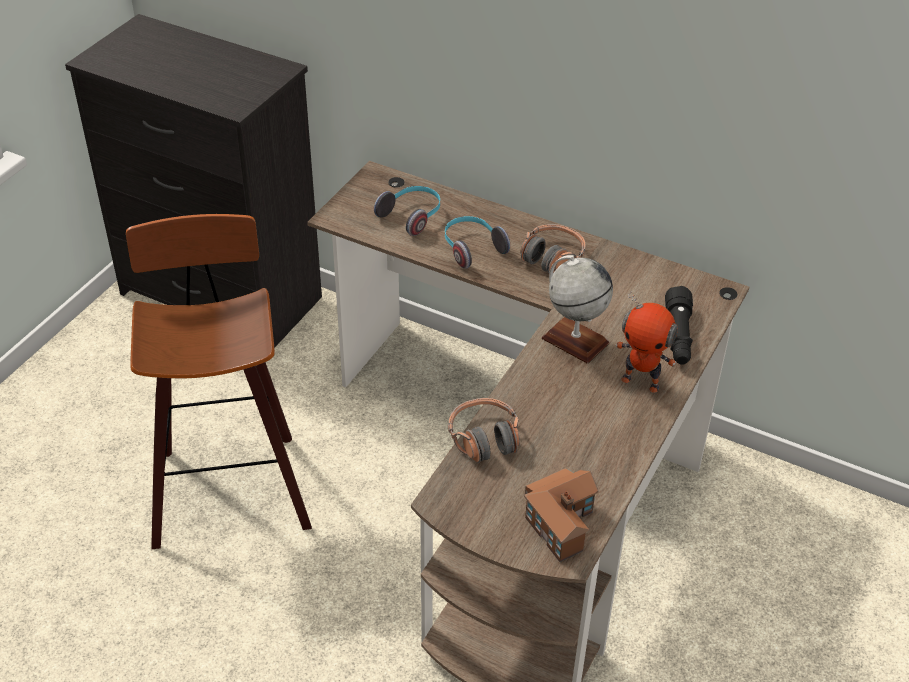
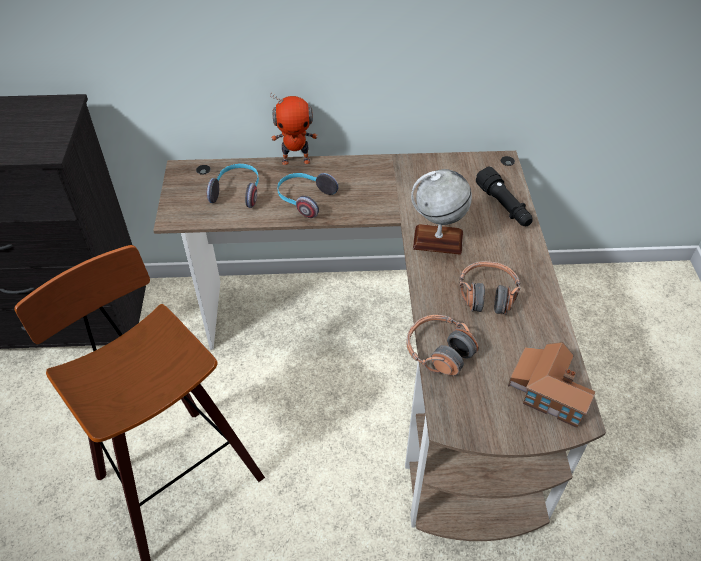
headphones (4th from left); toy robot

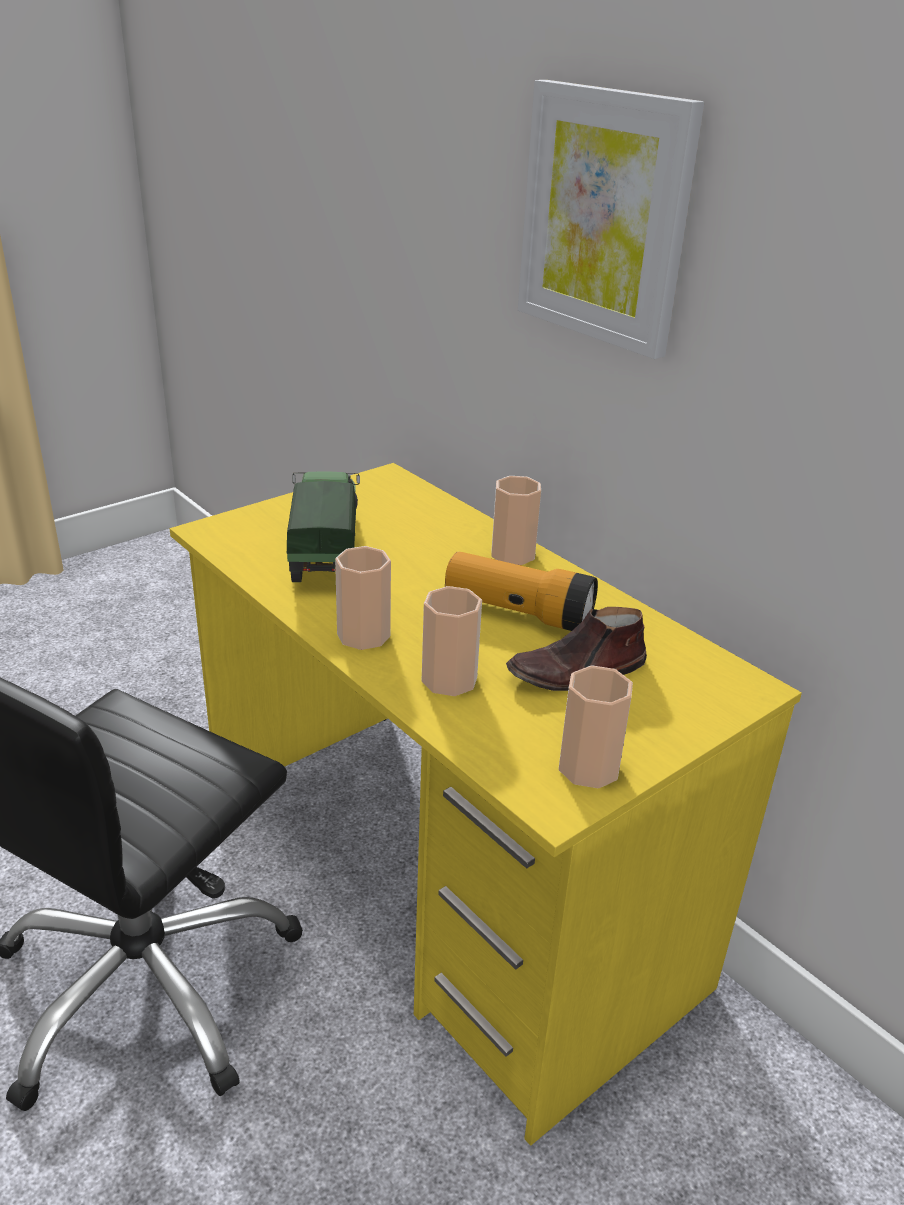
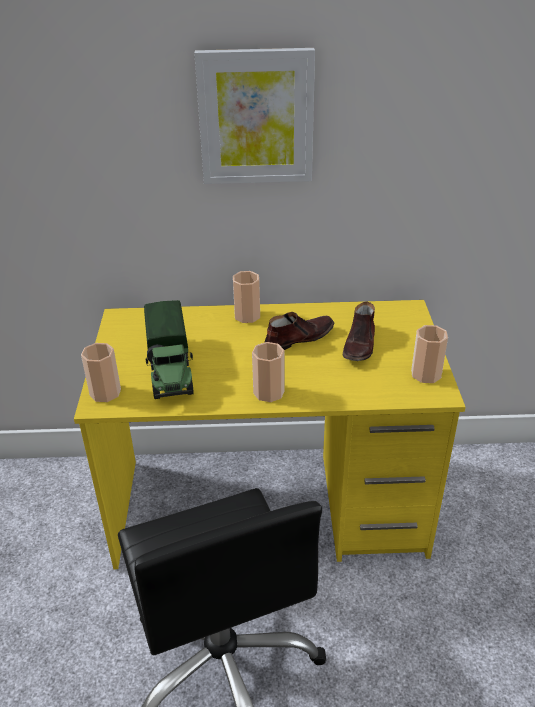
cup (1st from left); shoe (brown) (1st from left); toy truck

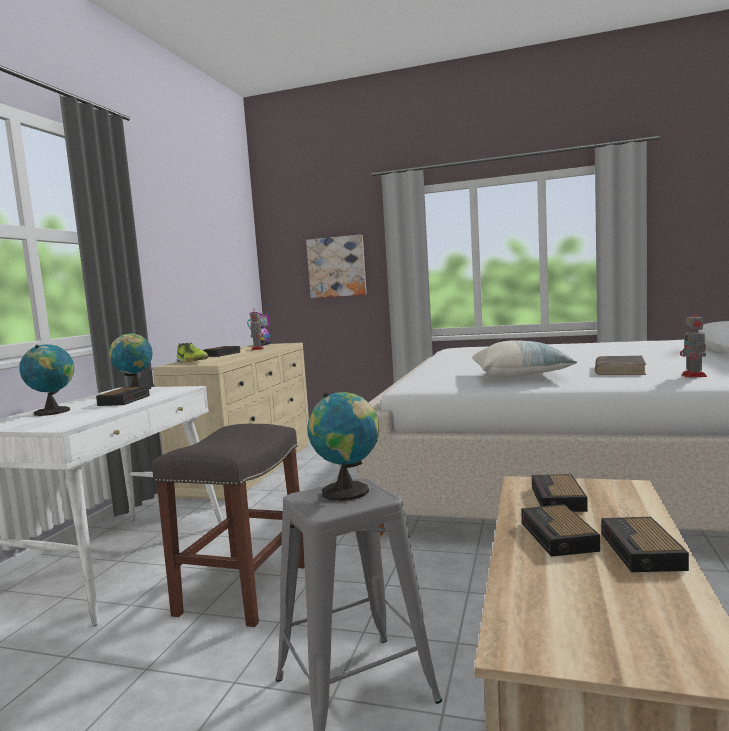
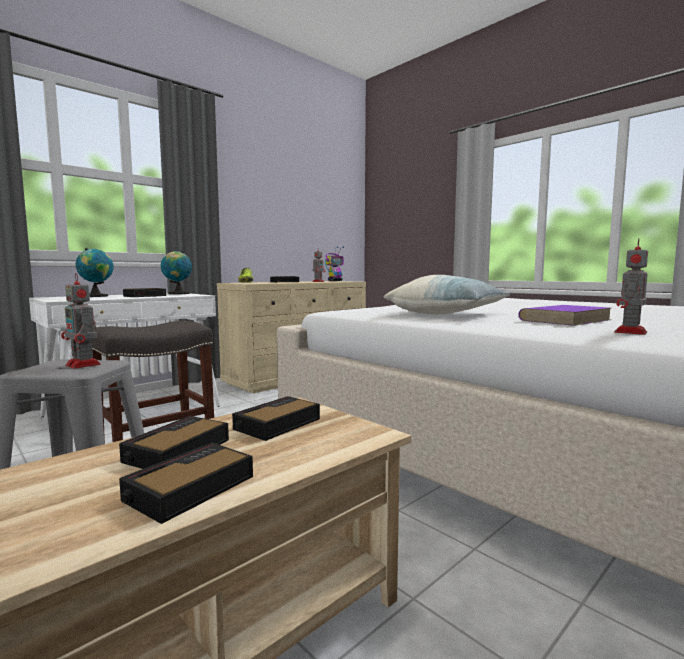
picture; toy robot (1st from left); book (purple)

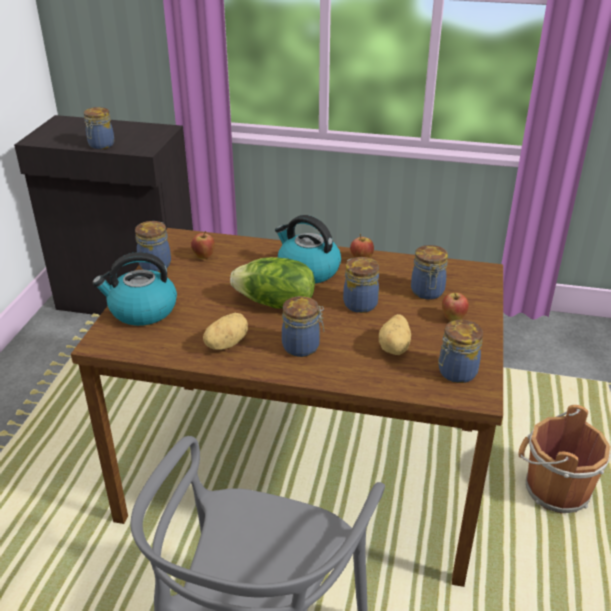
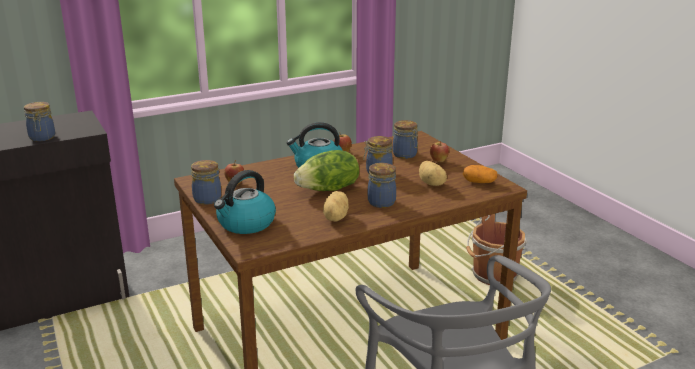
potato (3rd from left)

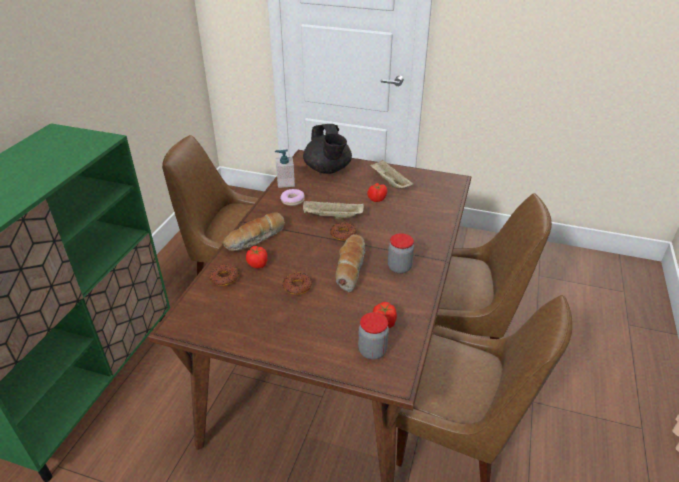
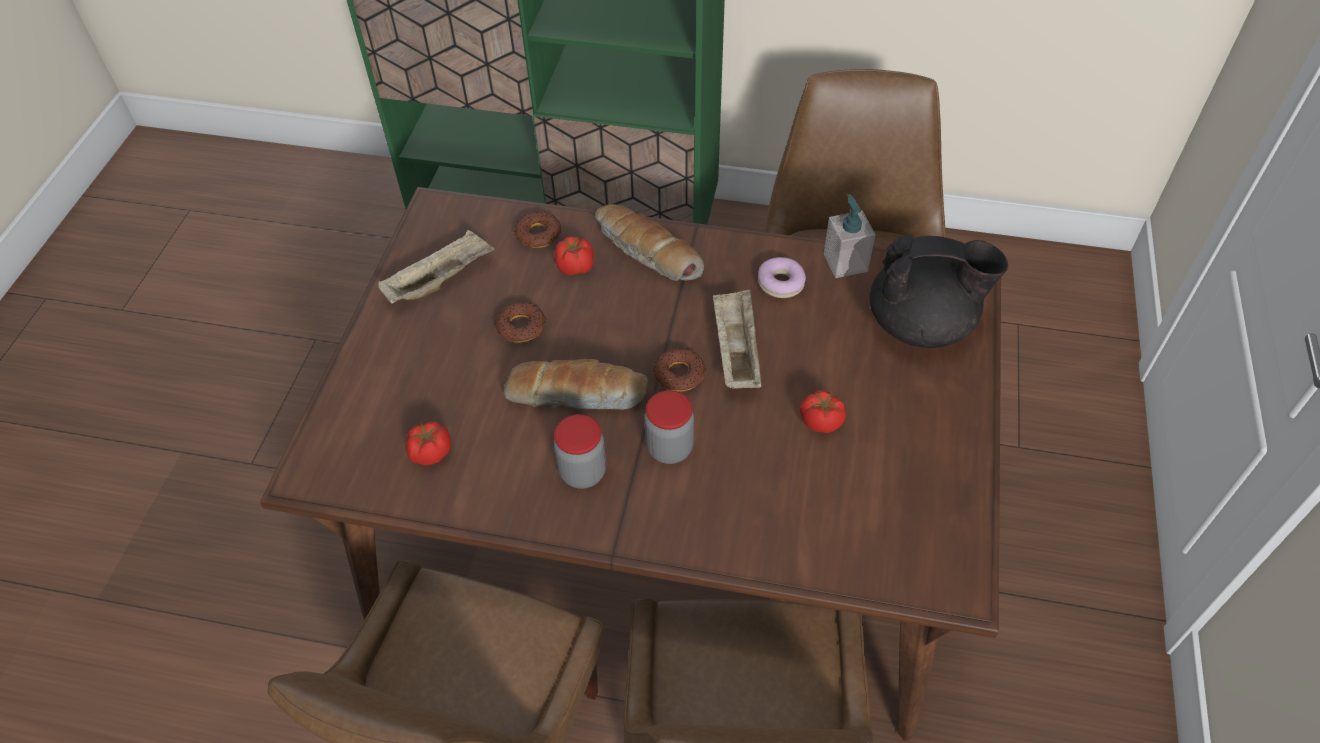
jar (2nd from left); tray (beige) (1st from left); teapot (black)

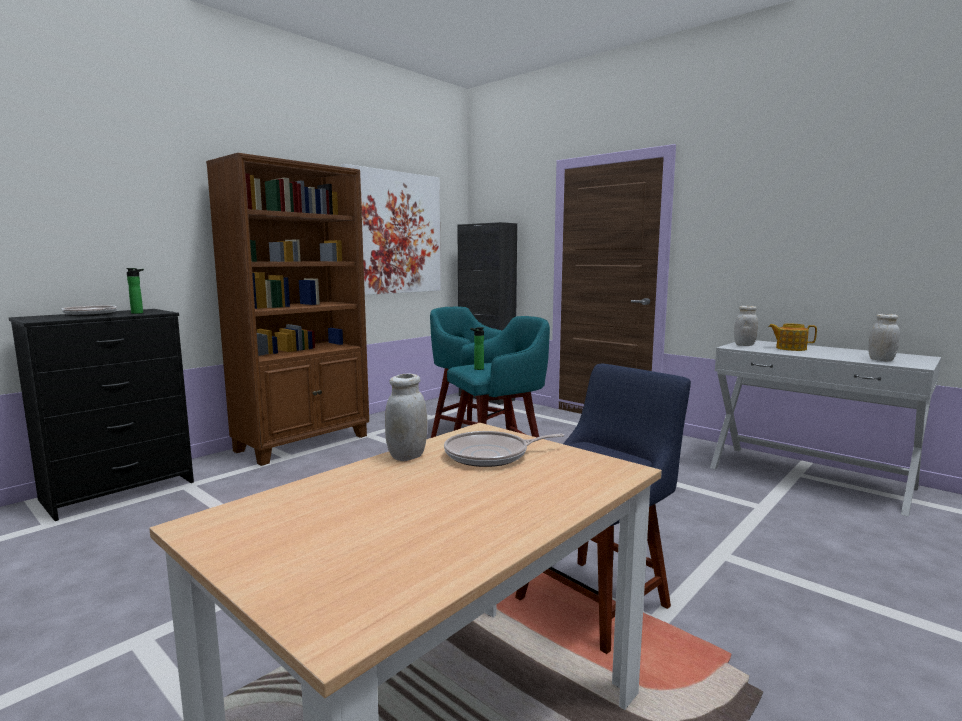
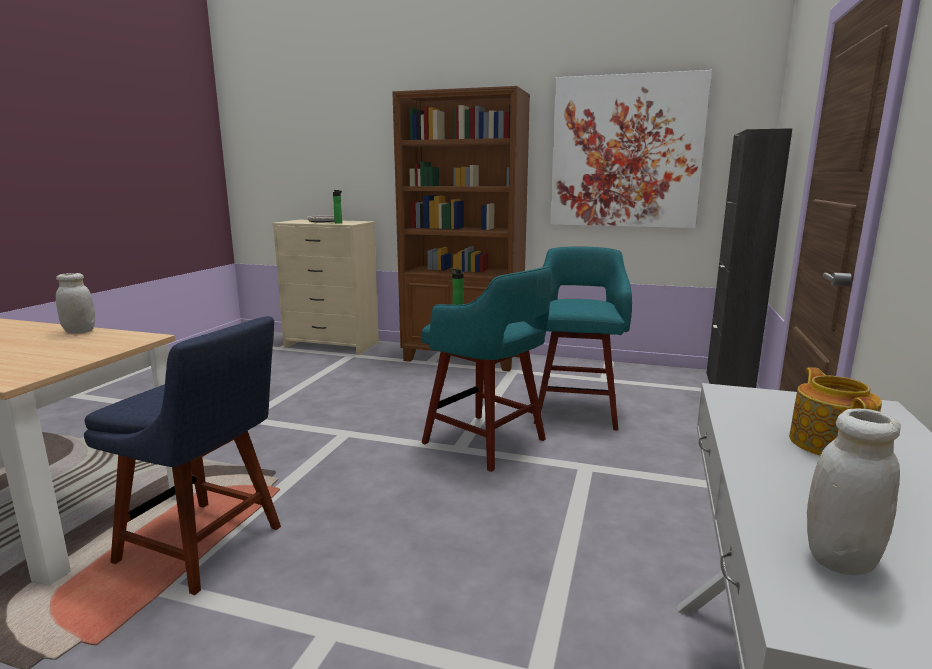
frying pan (2nd from left in the first image); jar (white) (2nd from left in the first image); dresser (beige)

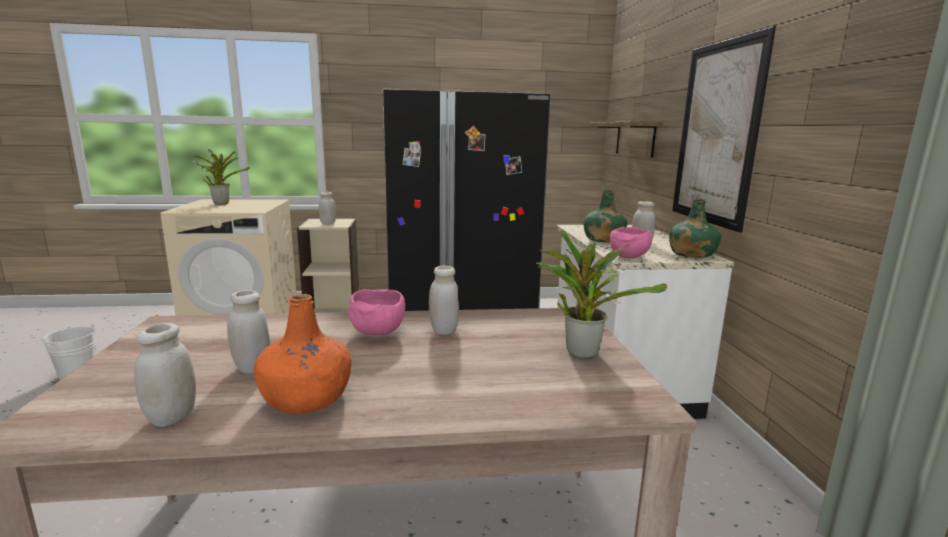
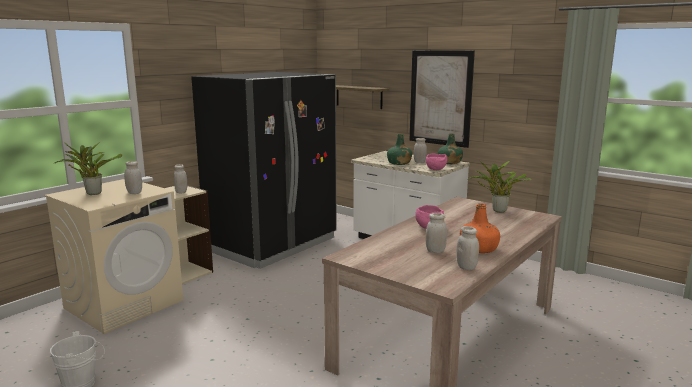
jar (white) (1st from left)

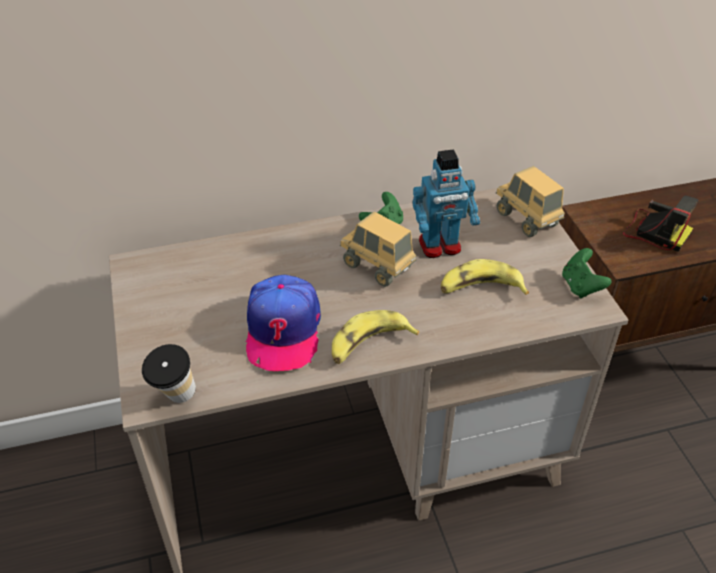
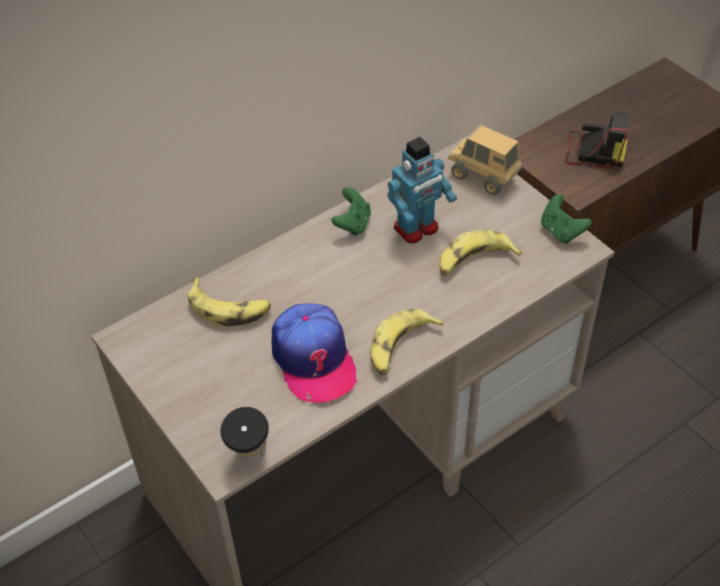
toy truck (1st from left in the first image); banana (1st from left)

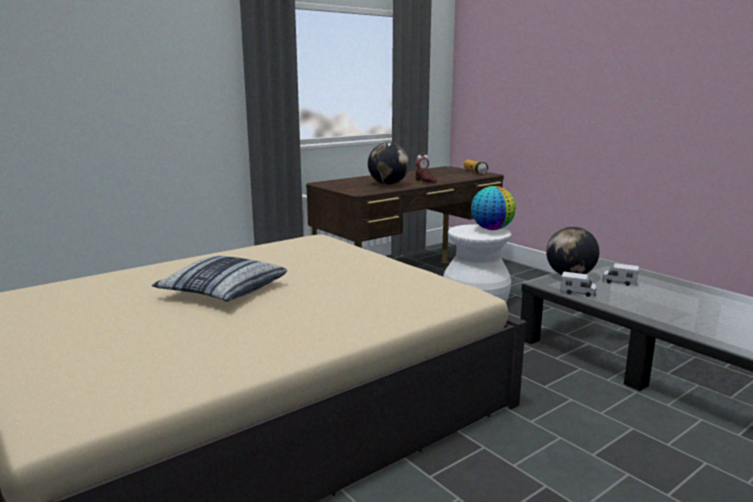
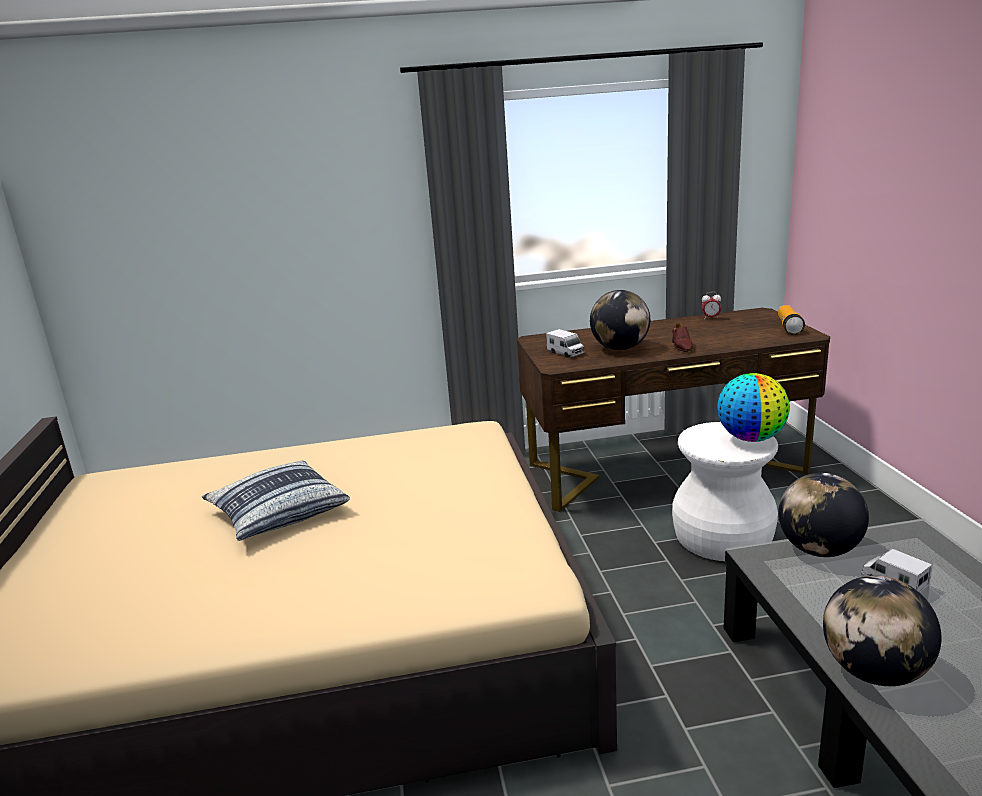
globe (4th from left); toy truck (1st from left)

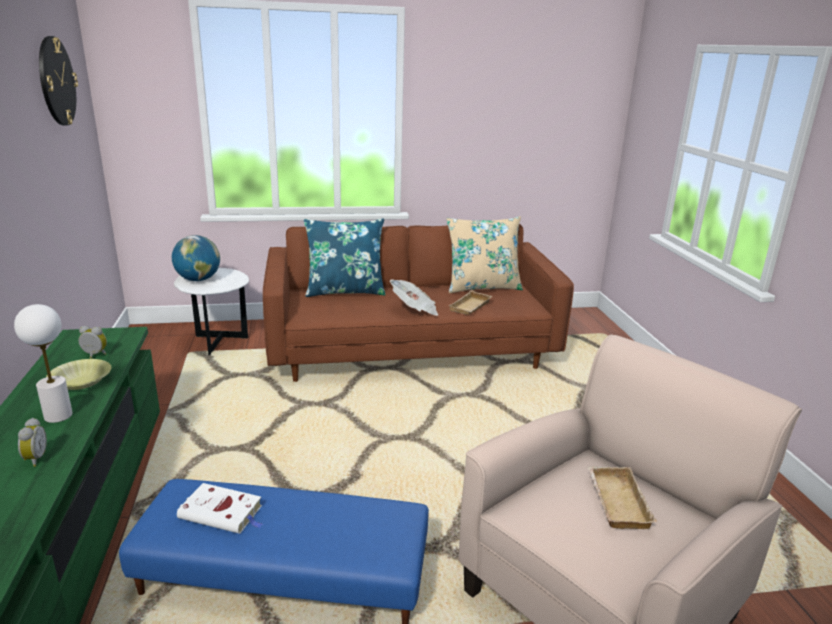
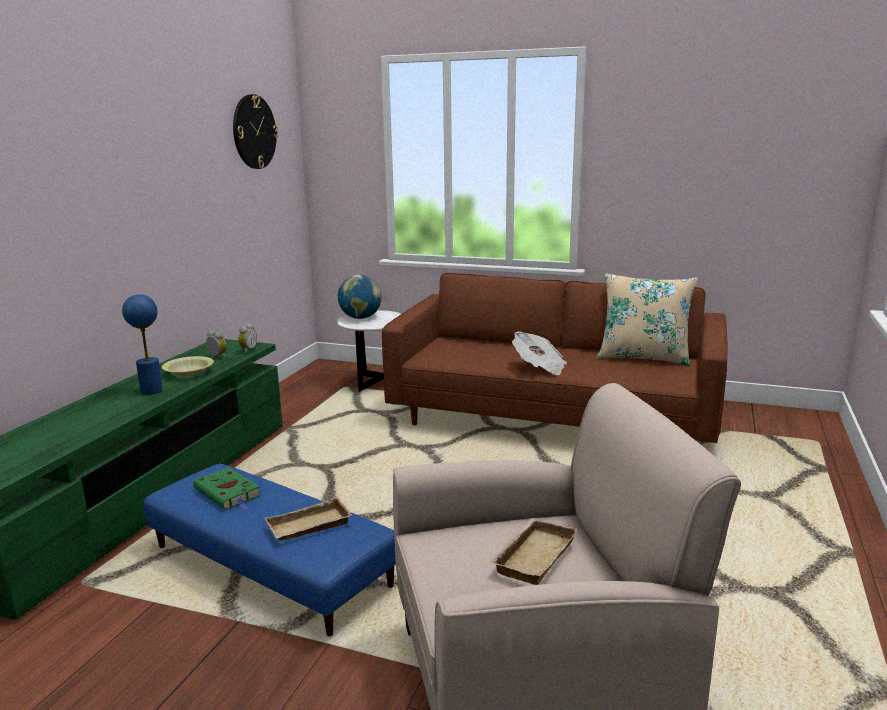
pillow (blue); alarm clock (2nd from left); tray (beige) (1st from left); table lamp (blue); book (green)

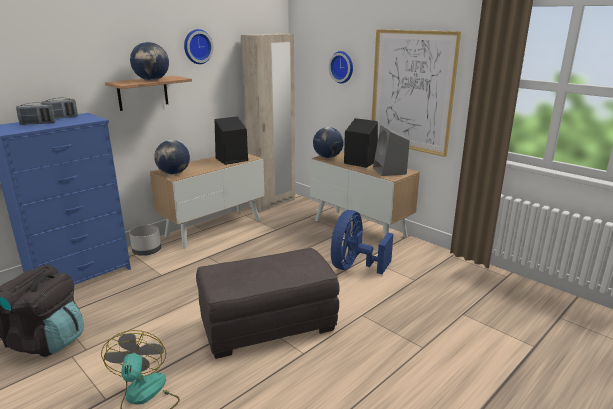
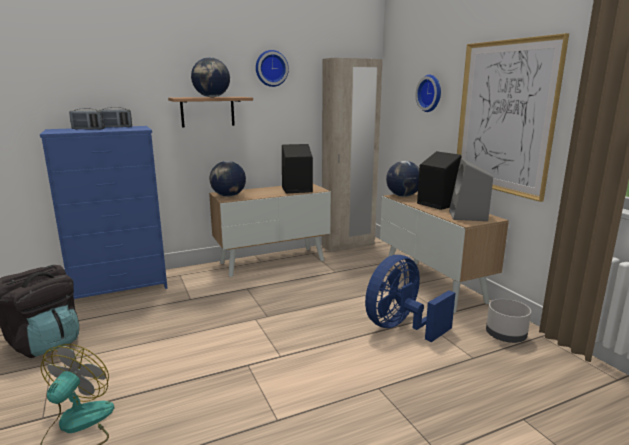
ottoman (grey); planter (grey)

